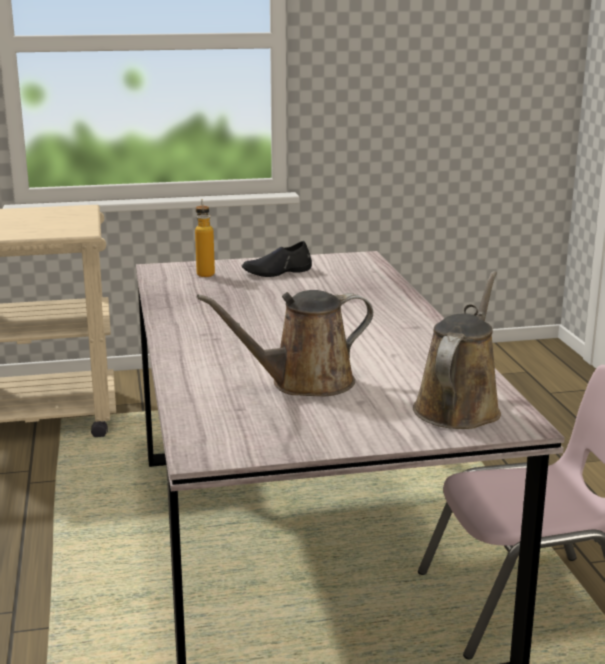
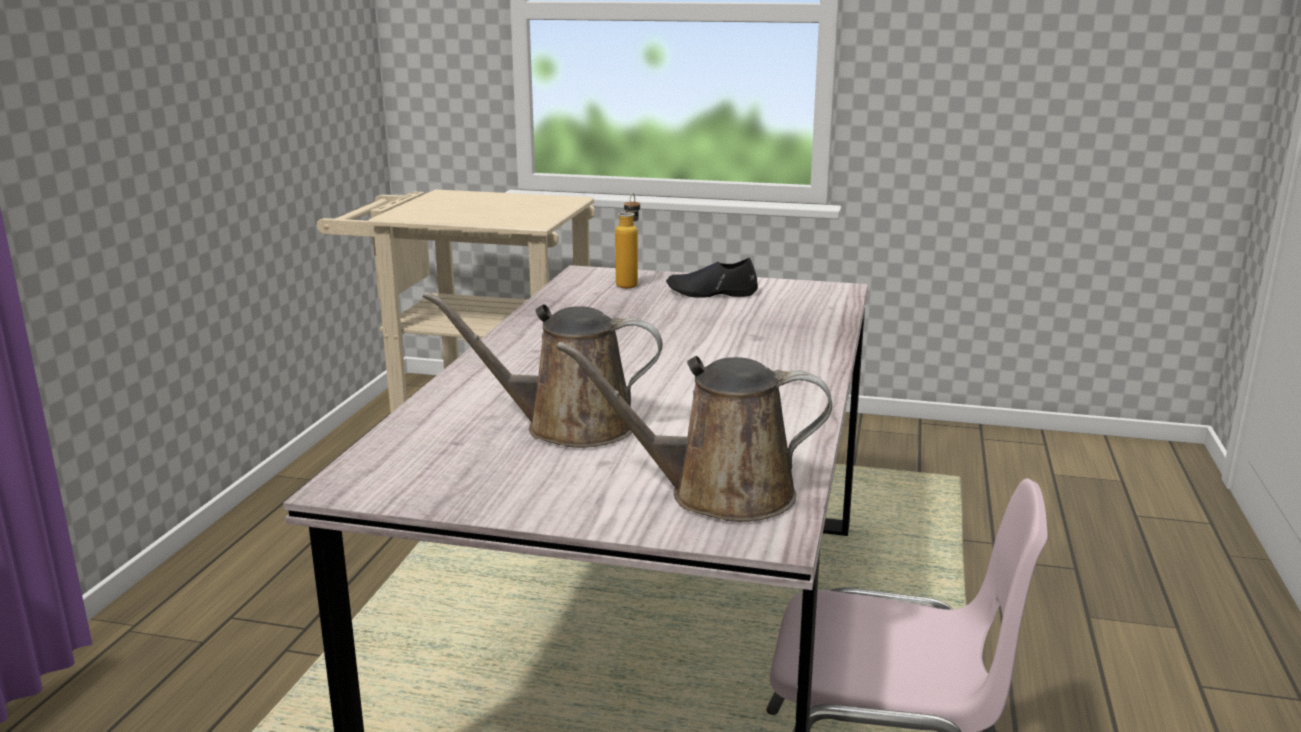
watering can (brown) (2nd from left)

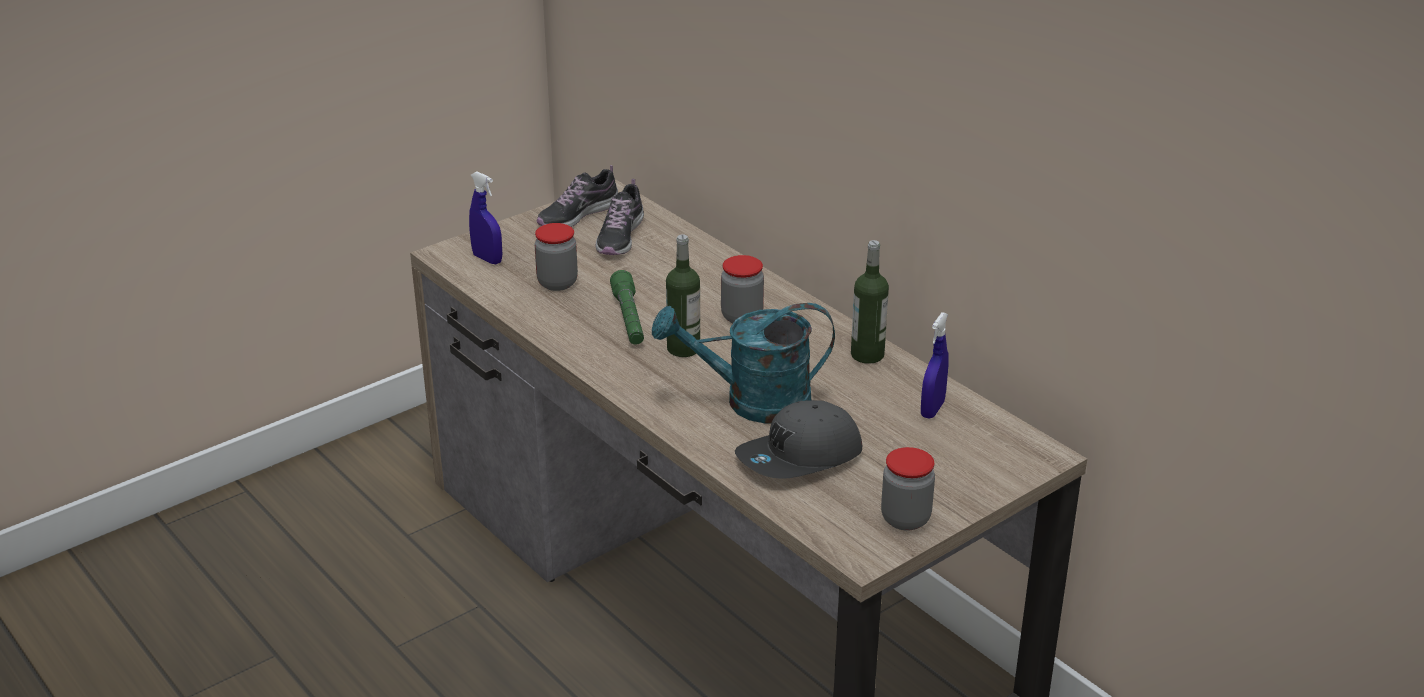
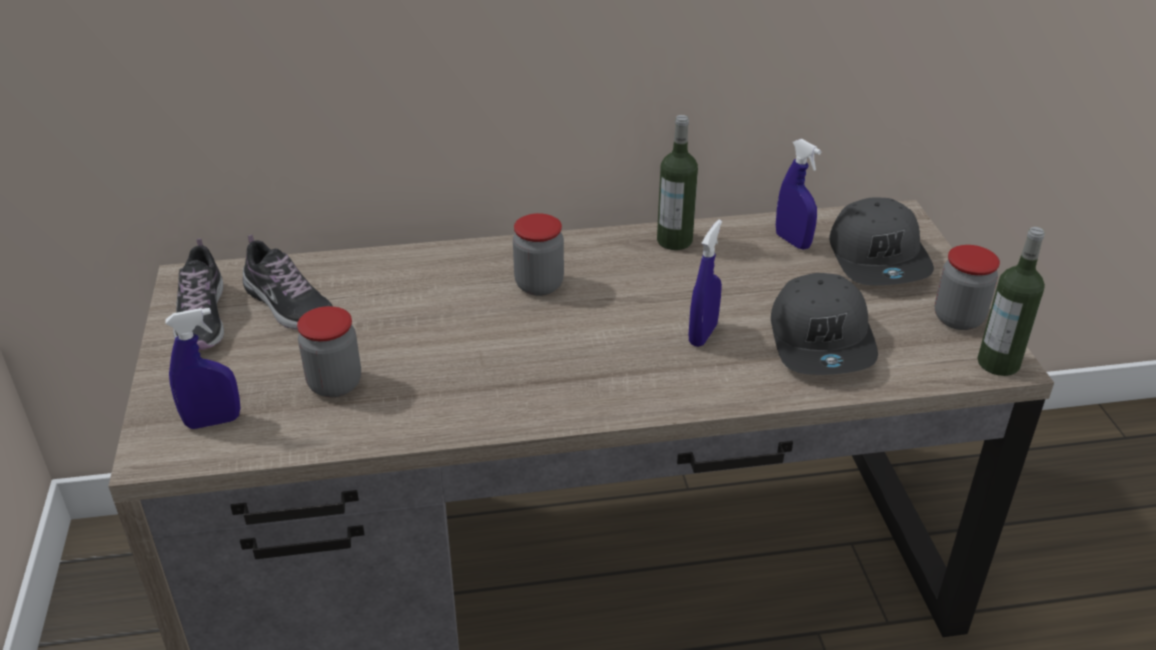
flashlight (green); cap (grey) (2nd from left); bottle (2nd from left); spray bottle (blue) (2nd from left)

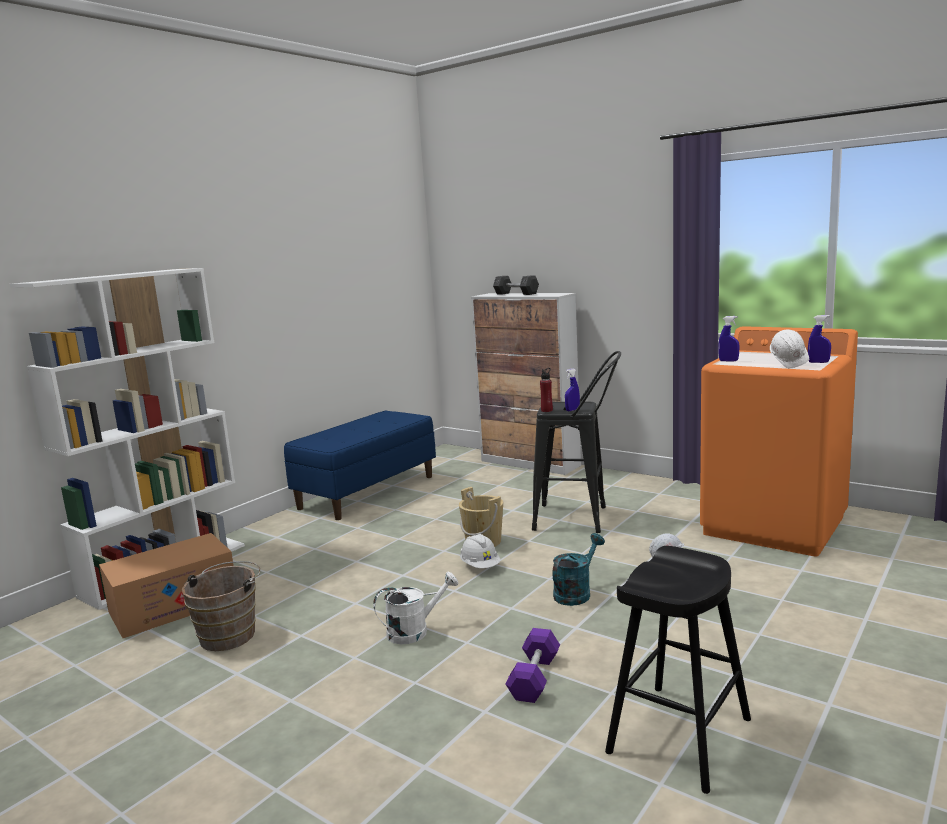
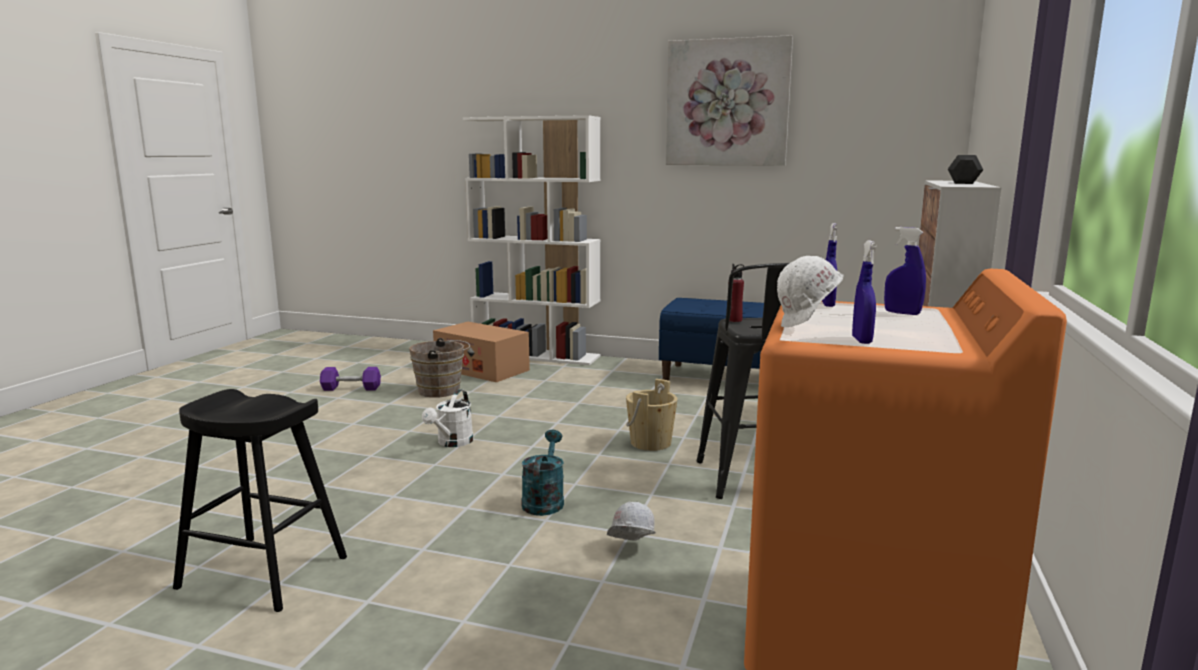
hard hat (white) (1st from left in the first image); picture; dumbbell (purple); spray bottle (blue) (3rd from left); watering can (white); watering can (turquoise)

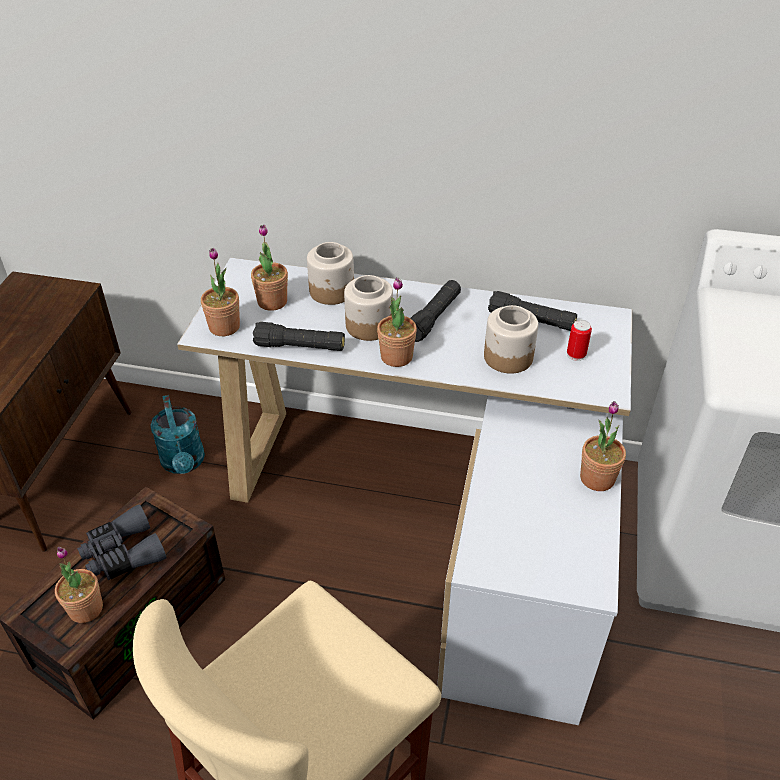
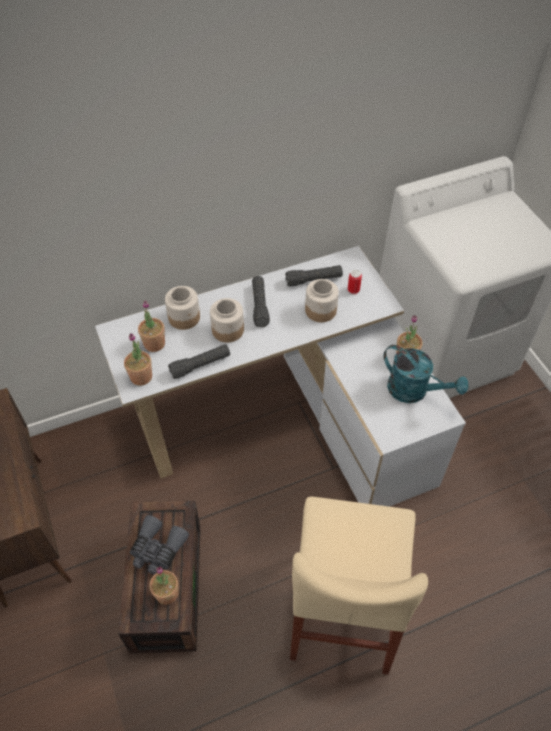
potted plant (4th from left in the first image); watering can (turquoise)

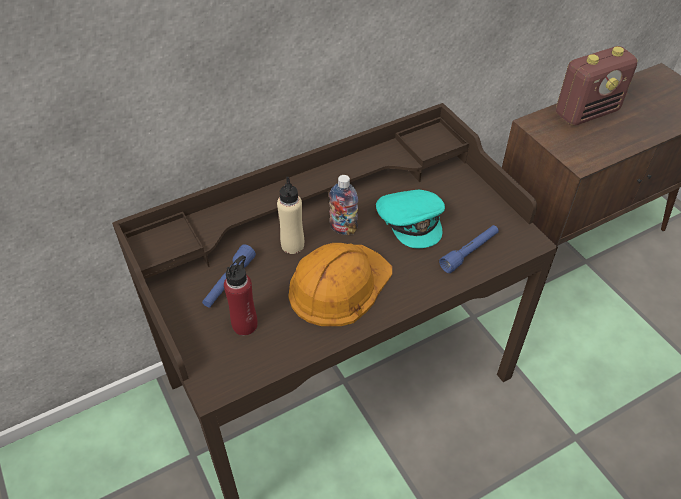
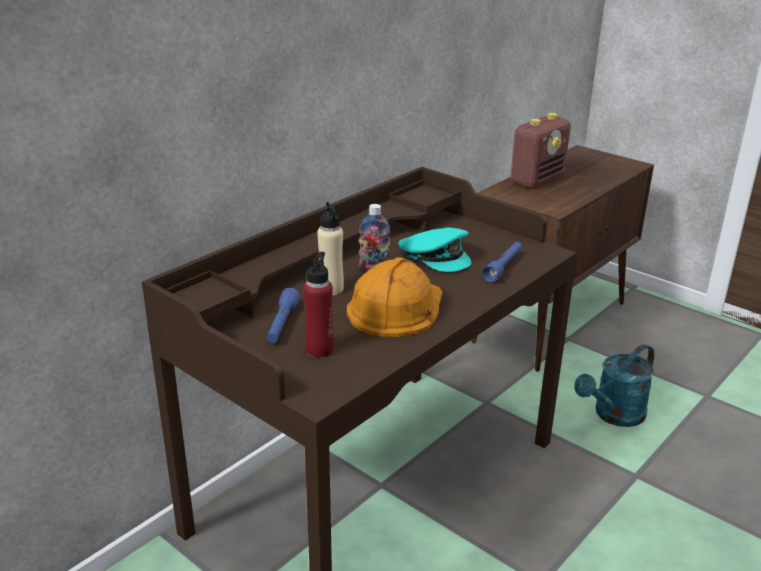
watering can (turquoise)

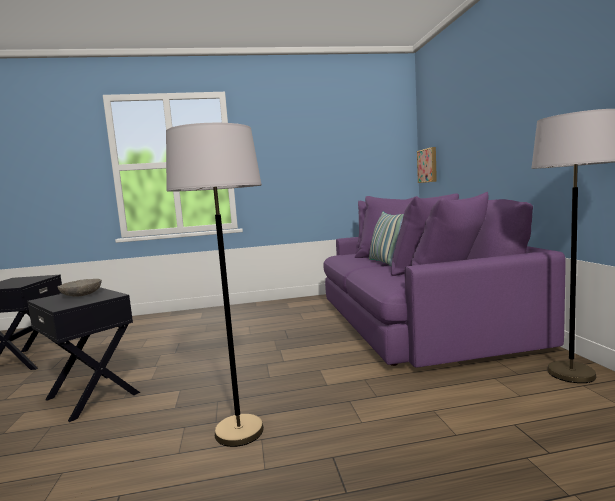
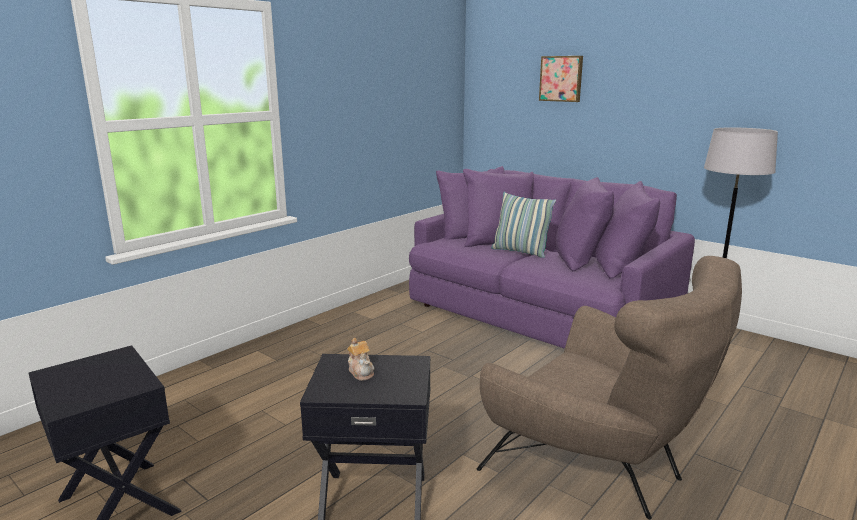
picture; teapot; armchair (brown)

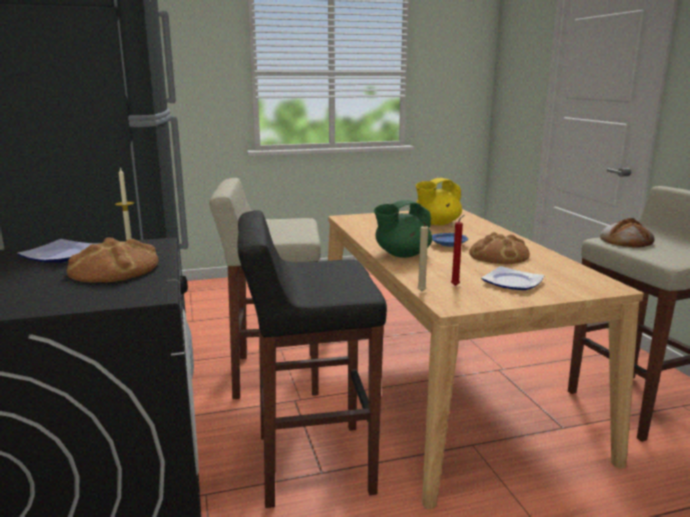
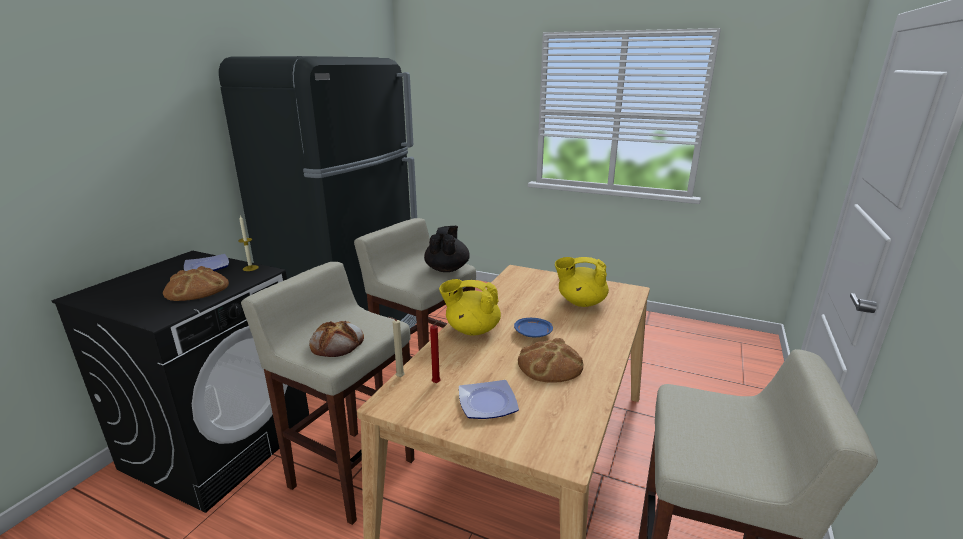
teapot (black); bread (2nd from left); stool (beige) (1st from left); teapot (yellow) (1st from left)

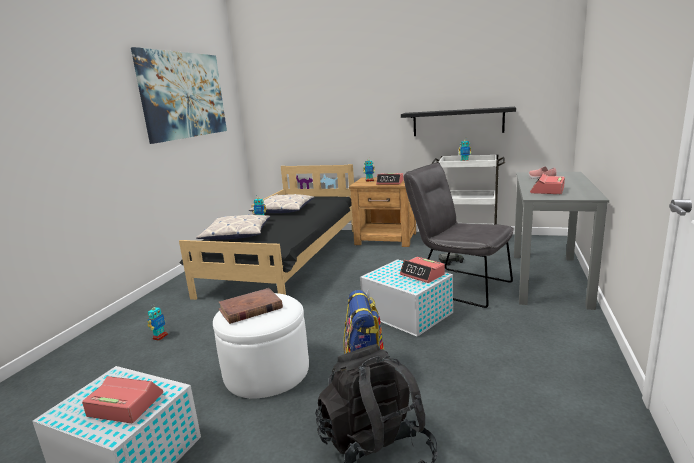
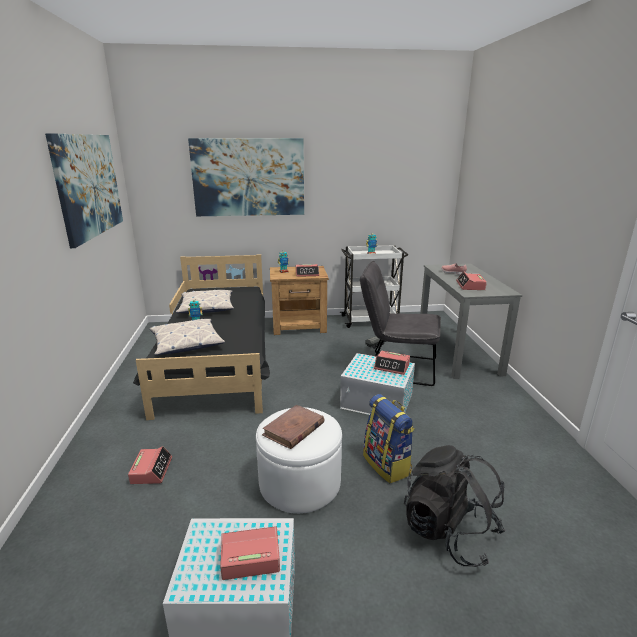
shelf (black); picture (2nd from left); alarm clock (1st from left)

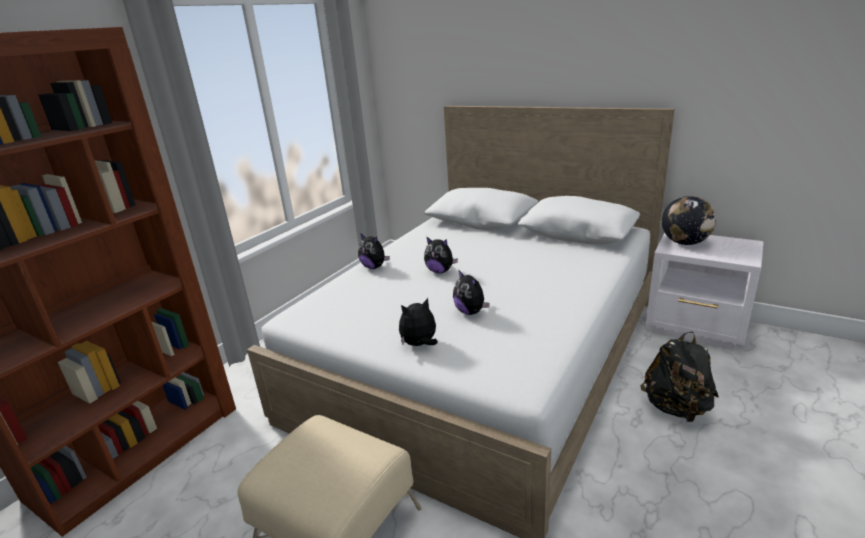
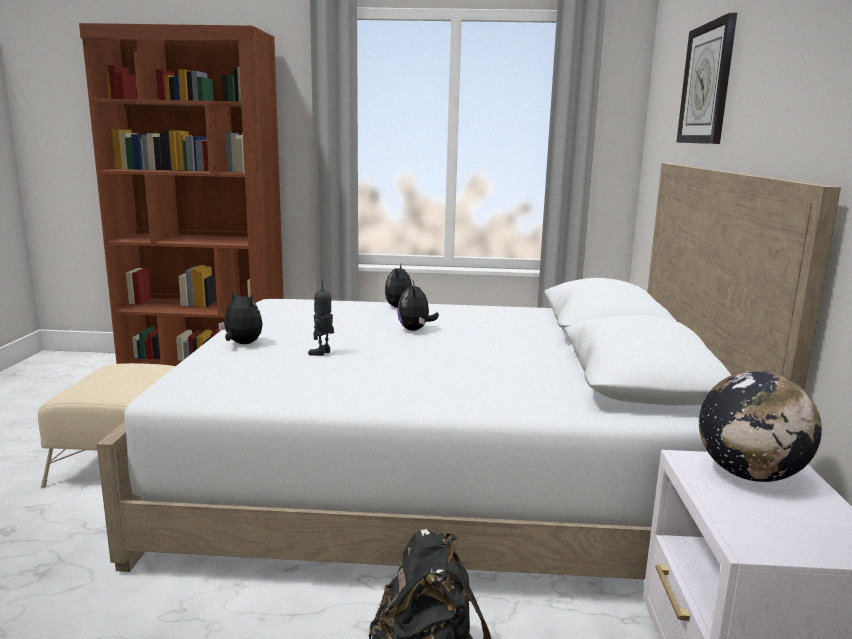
wall clock; toy robot

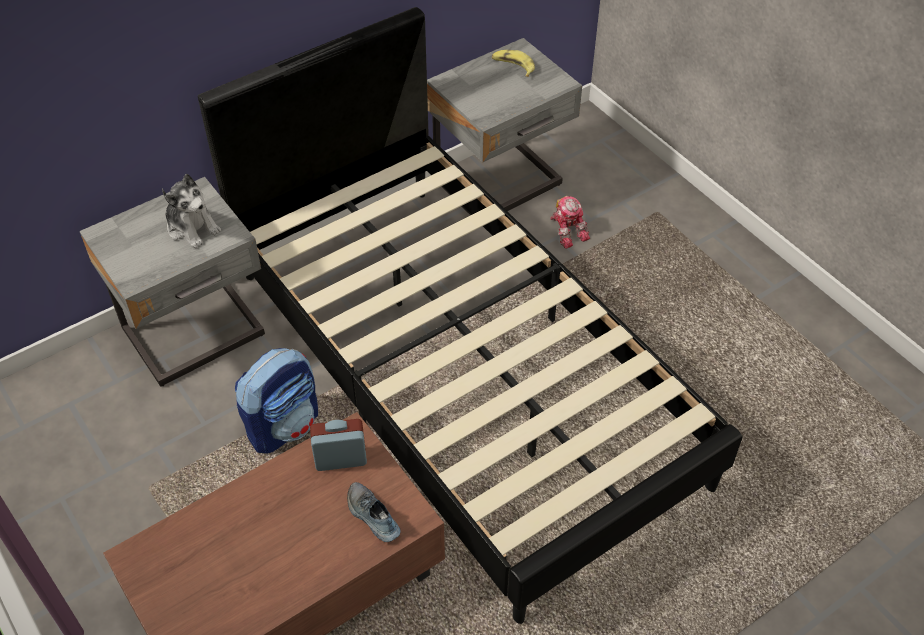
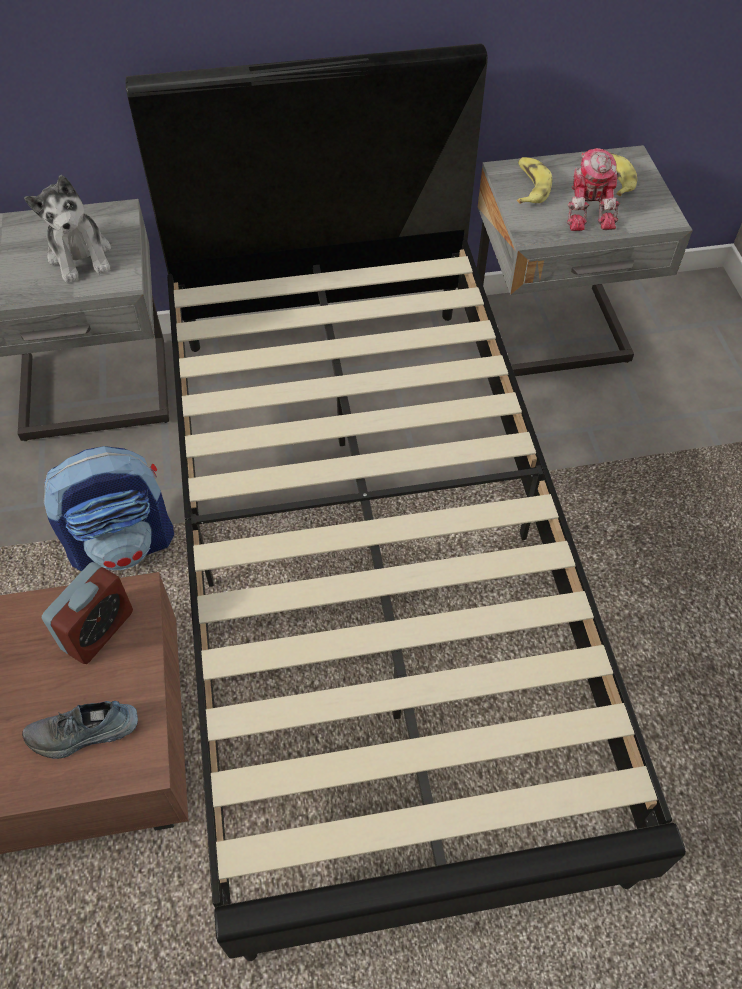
banana (1st from left); toy robot; alarm clock; shoe

